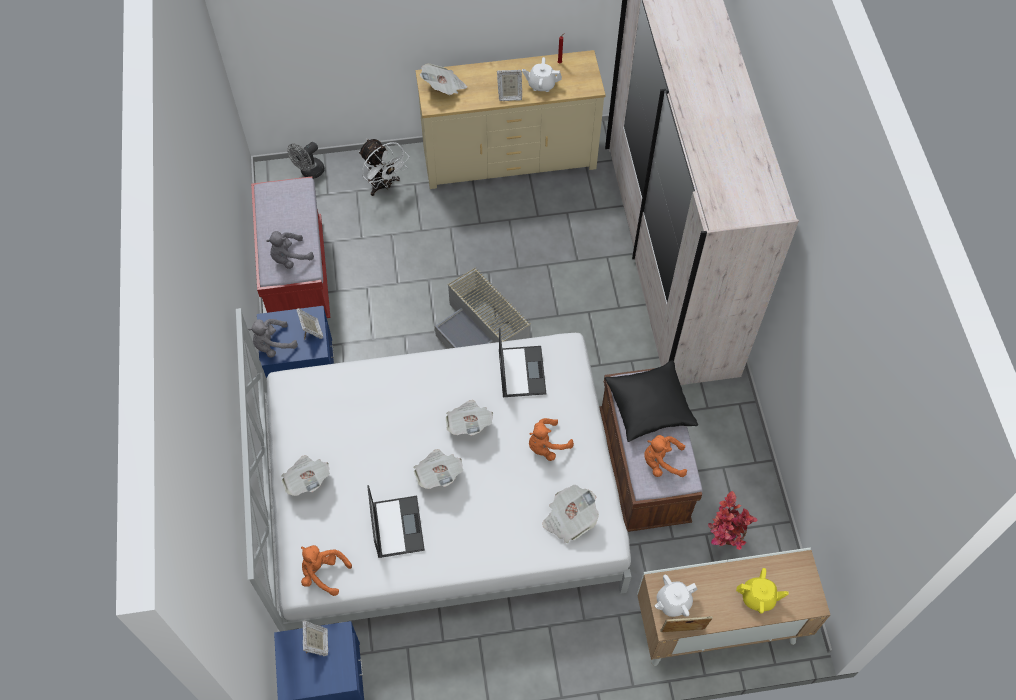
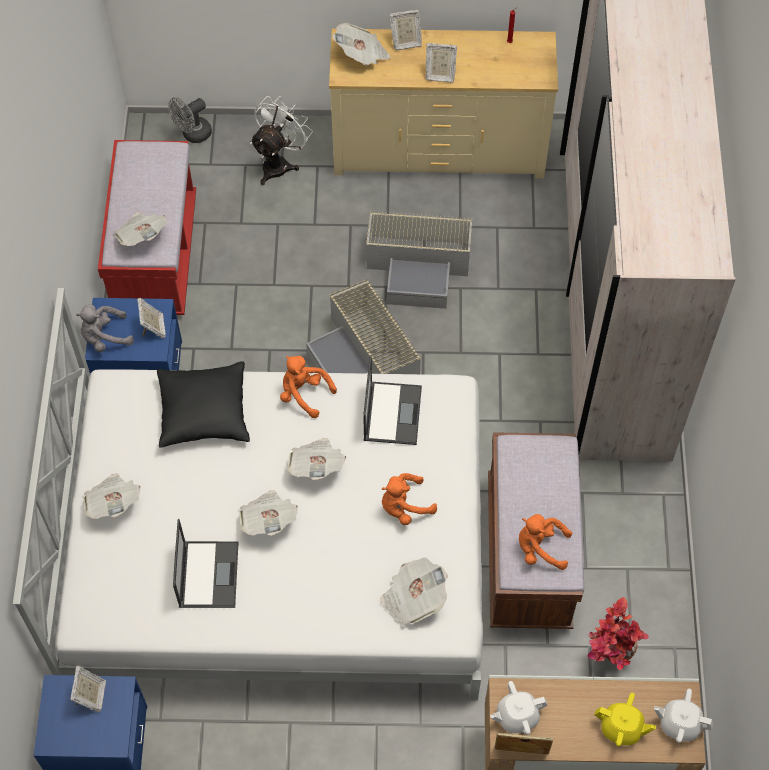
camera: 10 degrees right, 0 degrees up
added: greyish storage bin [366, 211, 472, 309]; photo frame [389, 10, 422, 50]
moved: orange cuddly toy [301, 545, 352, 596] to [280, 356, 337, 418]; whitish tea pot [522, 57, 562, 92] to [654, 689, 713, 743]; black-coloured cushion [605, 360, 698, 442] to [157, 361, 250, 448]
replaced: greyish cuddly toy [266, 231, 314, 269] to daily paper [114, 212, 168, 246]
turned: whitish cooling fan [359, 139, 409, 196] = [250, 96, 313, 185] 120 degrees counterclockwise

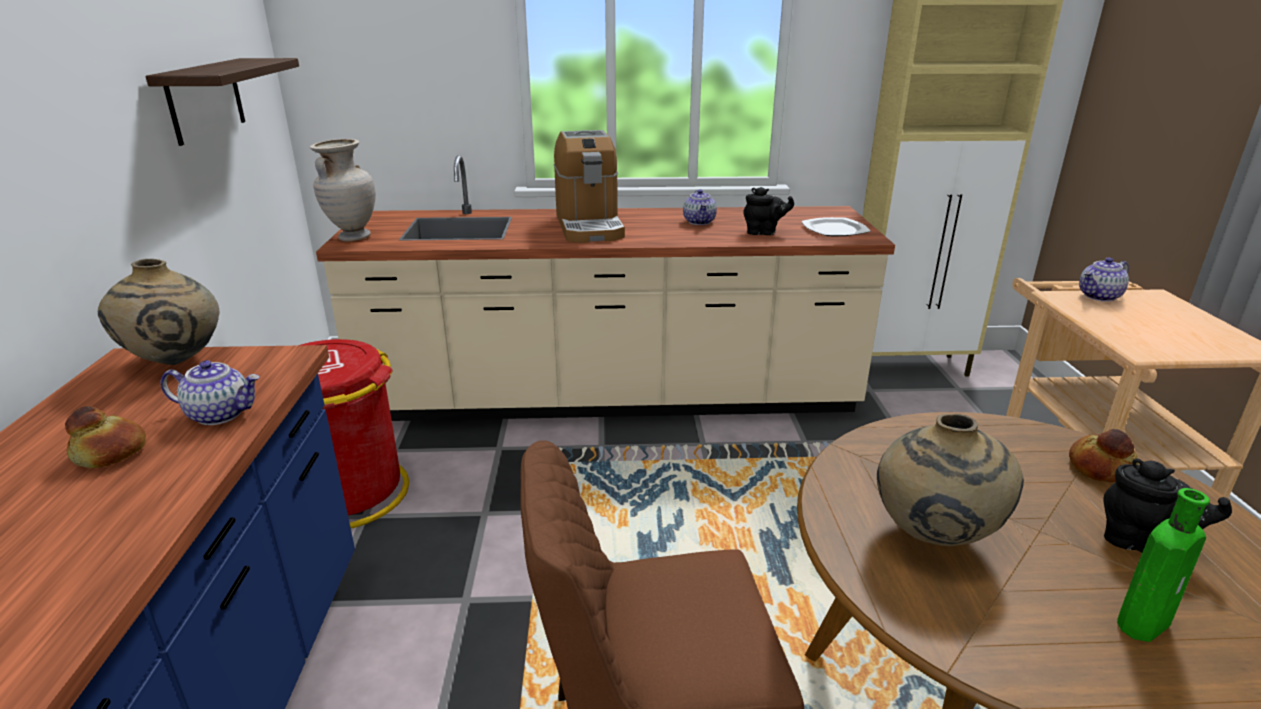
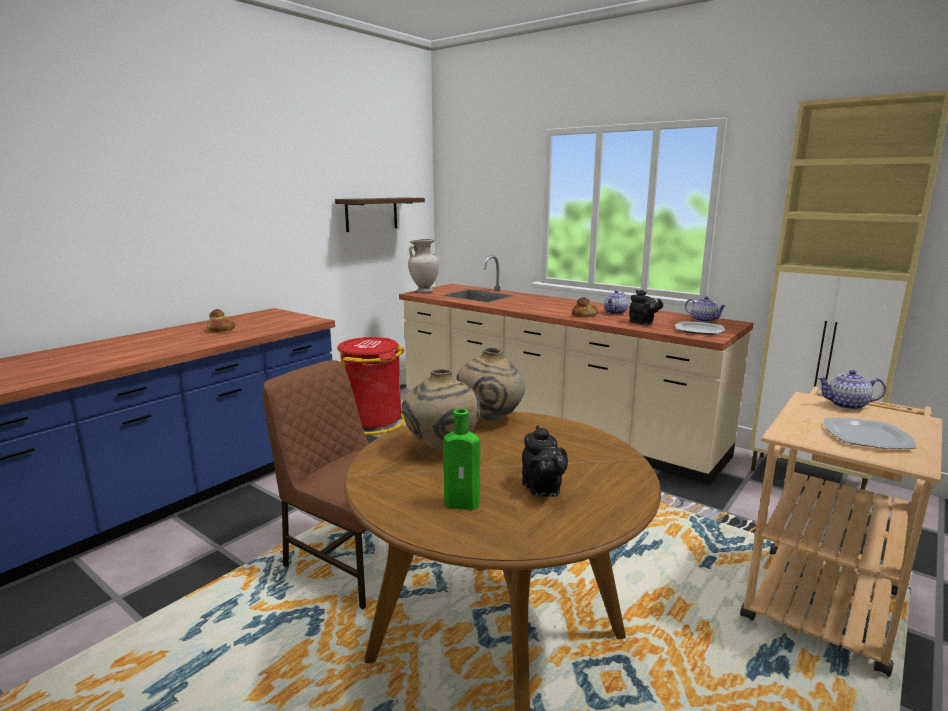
camera: 40 degrees right, 10 degrees down
removed: coffee brewer [554, 130, 625, 243]
added: flat dish [824, 418, 917, 449]
moved: sand-coloured decorative vase [98, 259, 219, 365] to [456, 347, 525, 421]; tea pot [161, 360, 260, 425] to [685, 296, 727, 322]; baked bread [1069, 429, 1139, 482] to [572, 297, 598, 317]

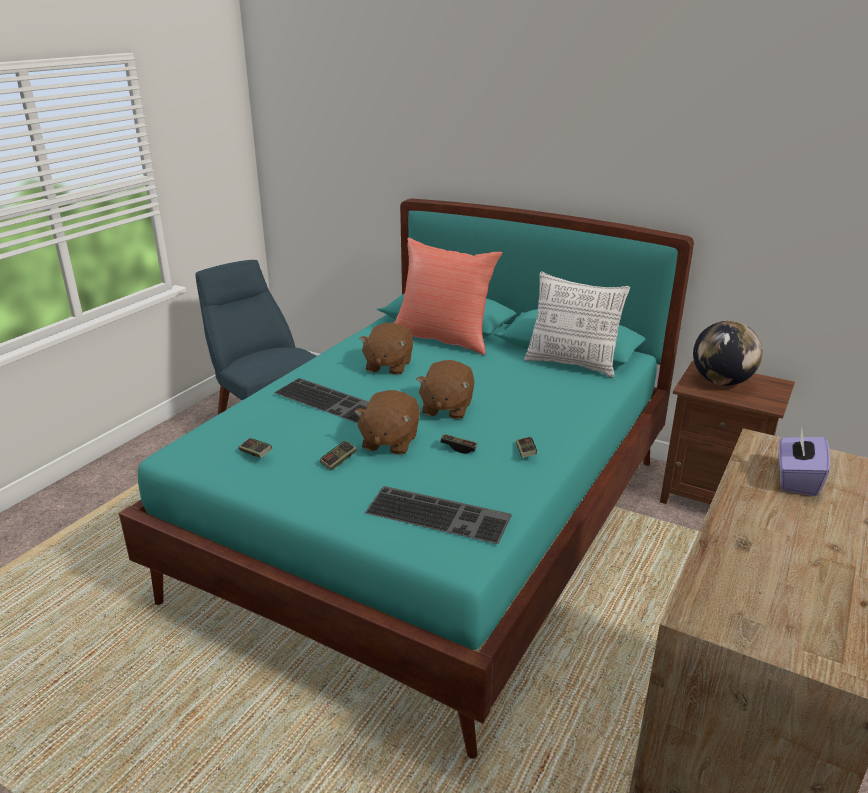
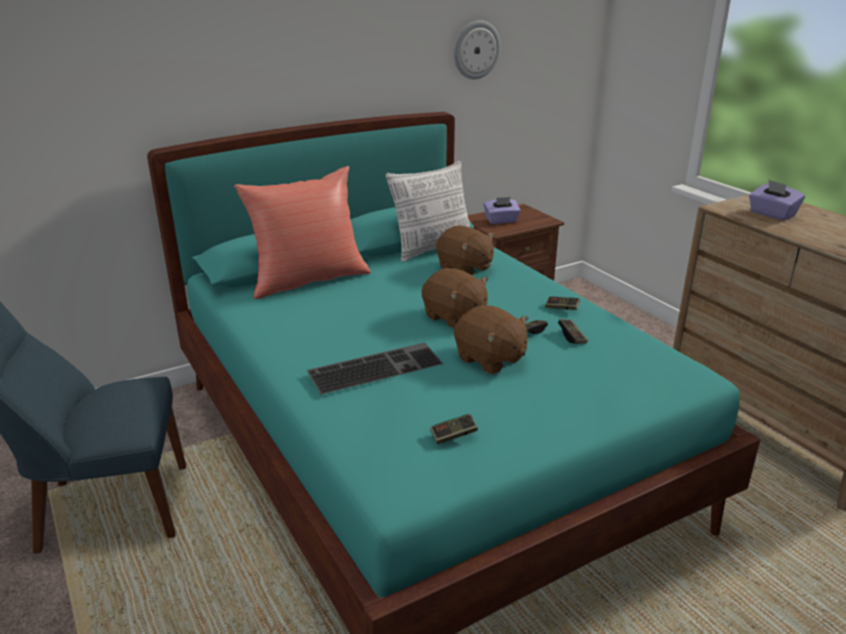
camera: 60 degrees left, 0 degrees up
removed: computer keyboard [365, 486, 512, 544]
added: clock on the wall [454, 20, 501, 79]
moved: joypad [320, 440, 357, 470] to [558, 319, 588, 344]; brownish cuddly toy [359, 322, 413, 375] to [436, 225, 494, 276]
replaced: world globe [693, 321, 762, 386] to purplish tissue holder [484, 197, 521, 224]

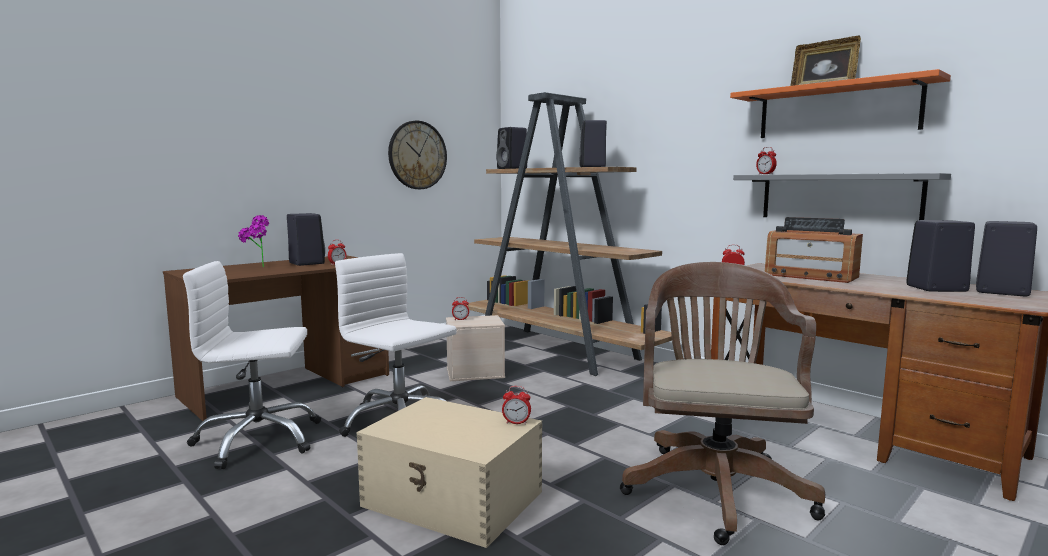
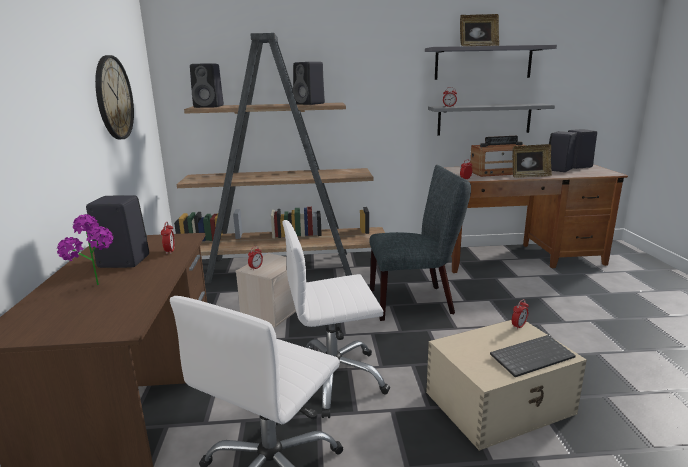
camera: 50 degrees left, 10 degrees up
removed: brownish office chair [620, 262, 825, 545]
added: greyish chair [369, 165, 471, 321]; computer keyboard [490, 335, 576, 377]; photo frame [512, 144, 552, 178]
recoloured: orange wall shelf [730, 69, 951, 138] to greyish wall shelf [425, 45, 557, 80]

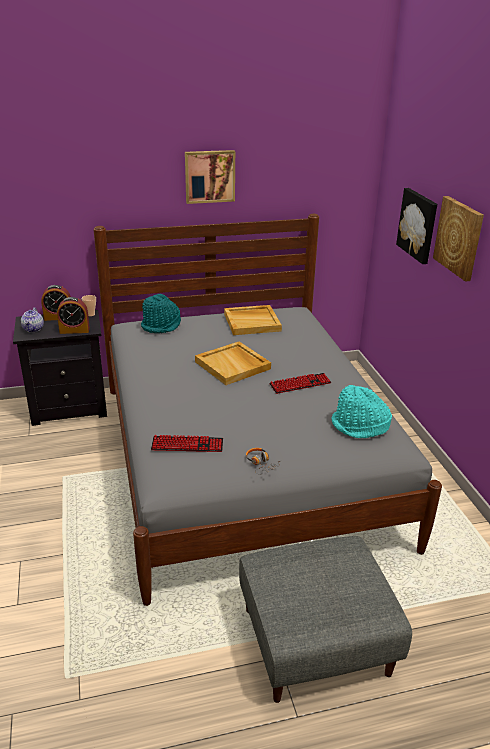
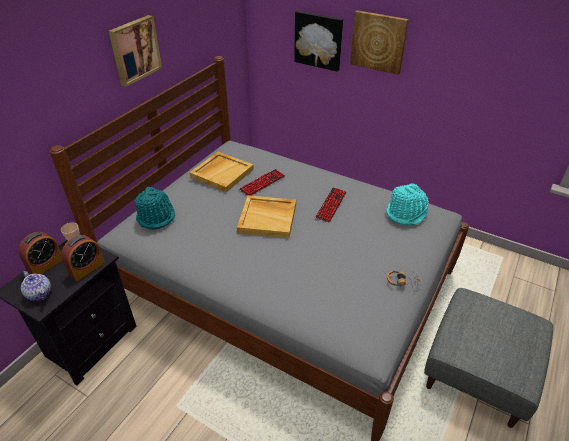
camera: 45 degrees left, 10 degrees up
moved: computer keyboard [151, 435, 223, 452] to [239, 169, 285, 196]

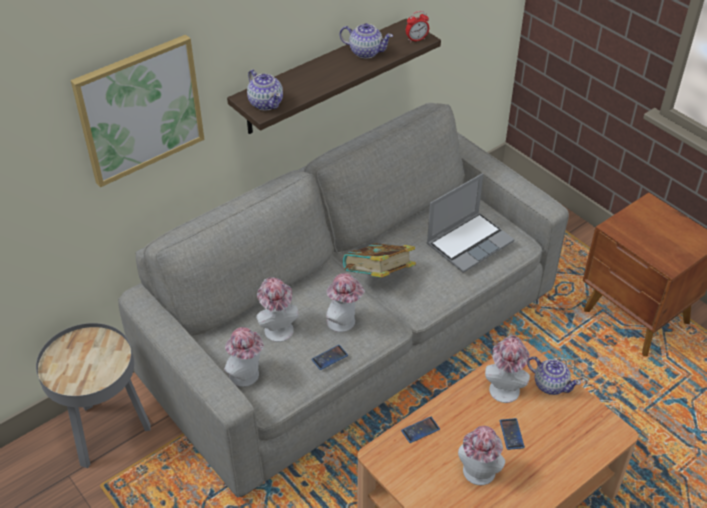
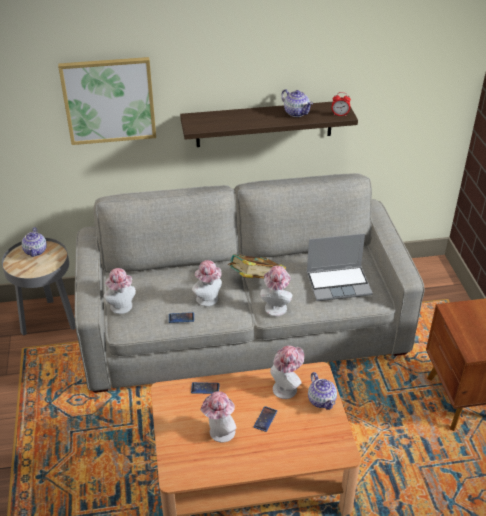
camera: 30 degrees right, 5 degrees down
moved: tea pot [247, 70, 283, 111] to [22, 227, 47, 257]; hat [256, 277, 299, 342] to [260, 266, 292, 316]

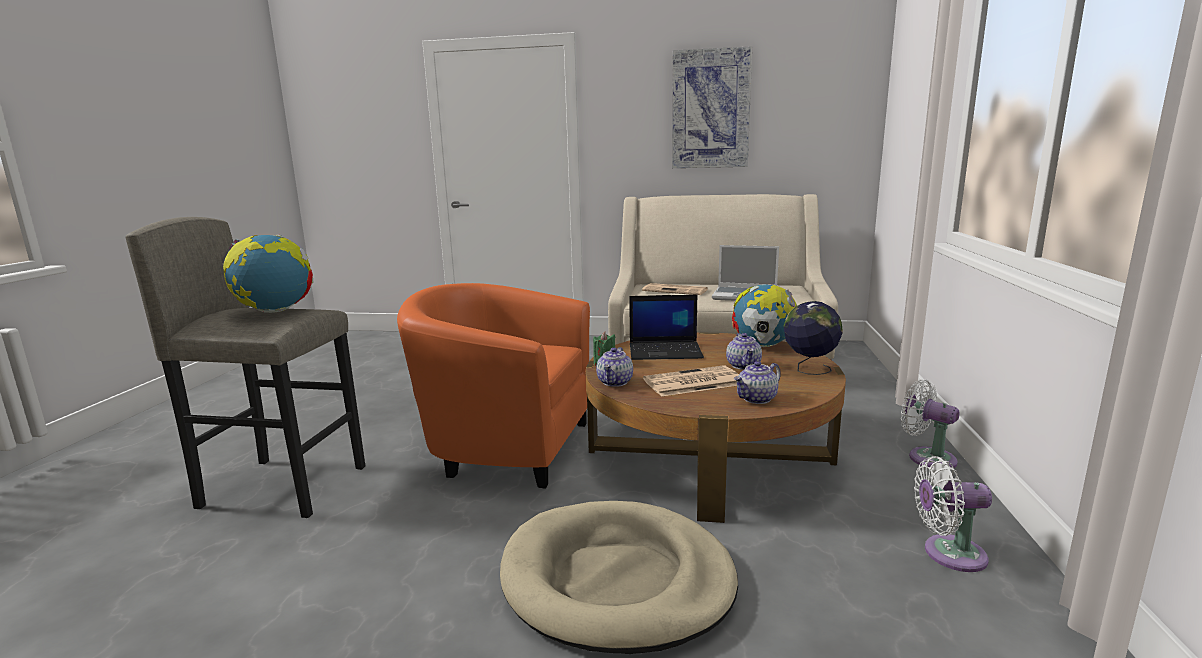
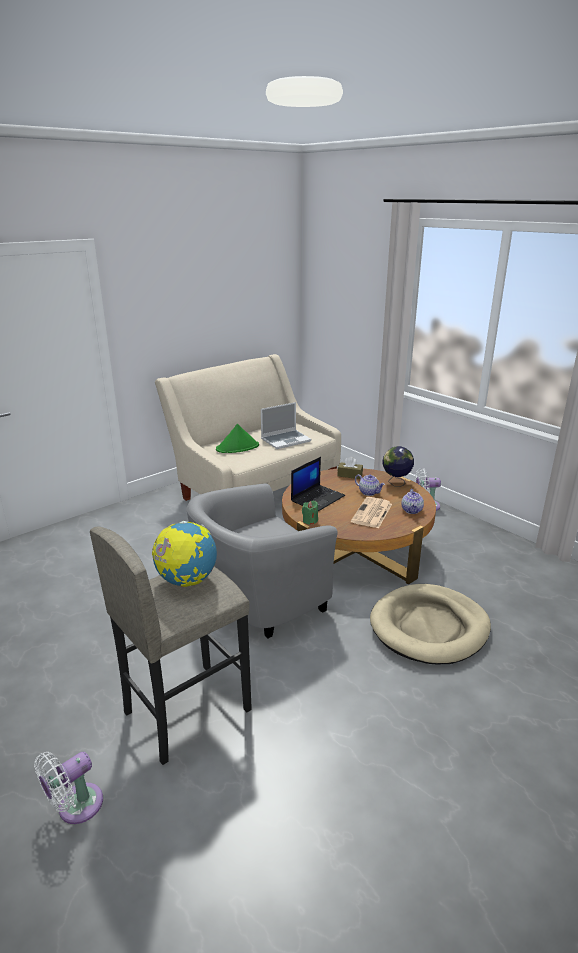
camera: 50 degrees left, 10 degrees up
removed: tea pot [596, 347, 633, 387]; wall art [672, 46, 752, 168]
moved: whitish cooling fan [914, 456, 992, 572] to [34, 752, 103, 824]
replaced: daily paper [642, 283, 708, 295] to green-coloured hat [216, 424, 259, 453]; world globe [732, 284, 798, 347] to brownish tissue holder [337, 457, 363, 479]
recoloured: orange lounge chair [397, 283, 590, 489] to greyish lounge chair [187, 484, 338, 638]

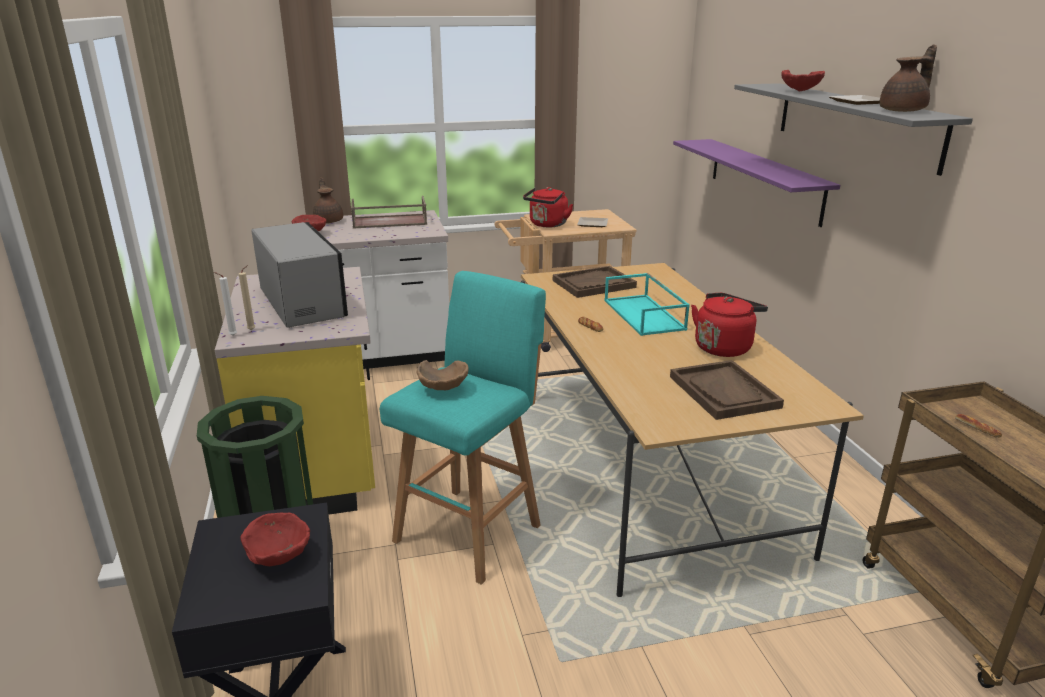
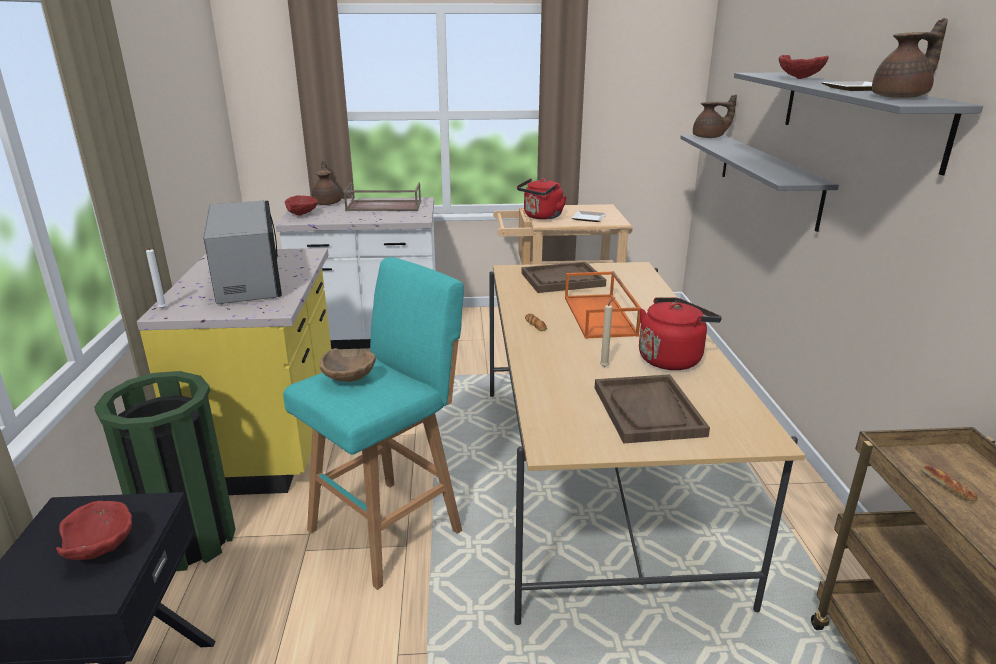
camera: 10 degrees right, 0 degrees up
added: brownish tea pot [693, 94, 737, 138]
moved: sand-coloured wax light [239, 265, 255, 330] to [600, 298, 615, 367]
recoloured: blue-green tray [605, 273, 690, 336] to orange tray [565, 271, 642, 339]; purplish wall shelf [673, 139, 840, 227] to greyish wall shelf [680, 135, 839, 232]

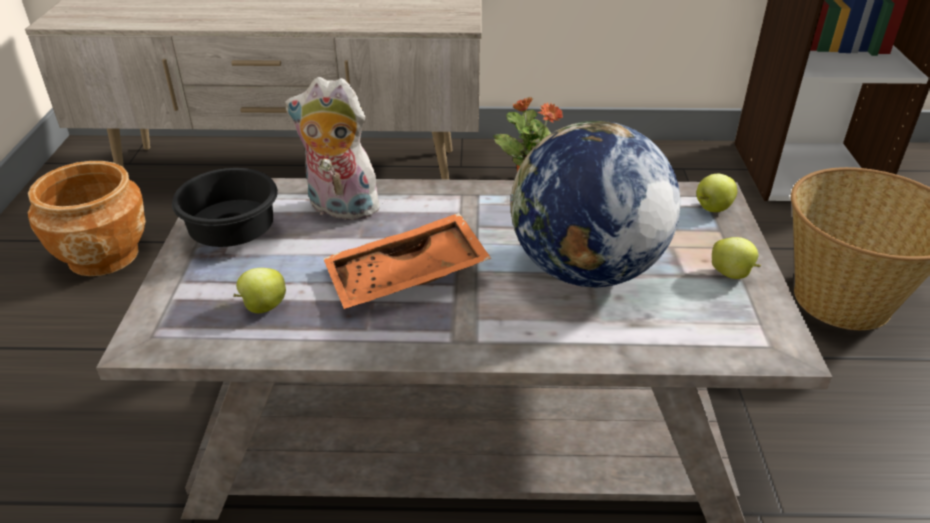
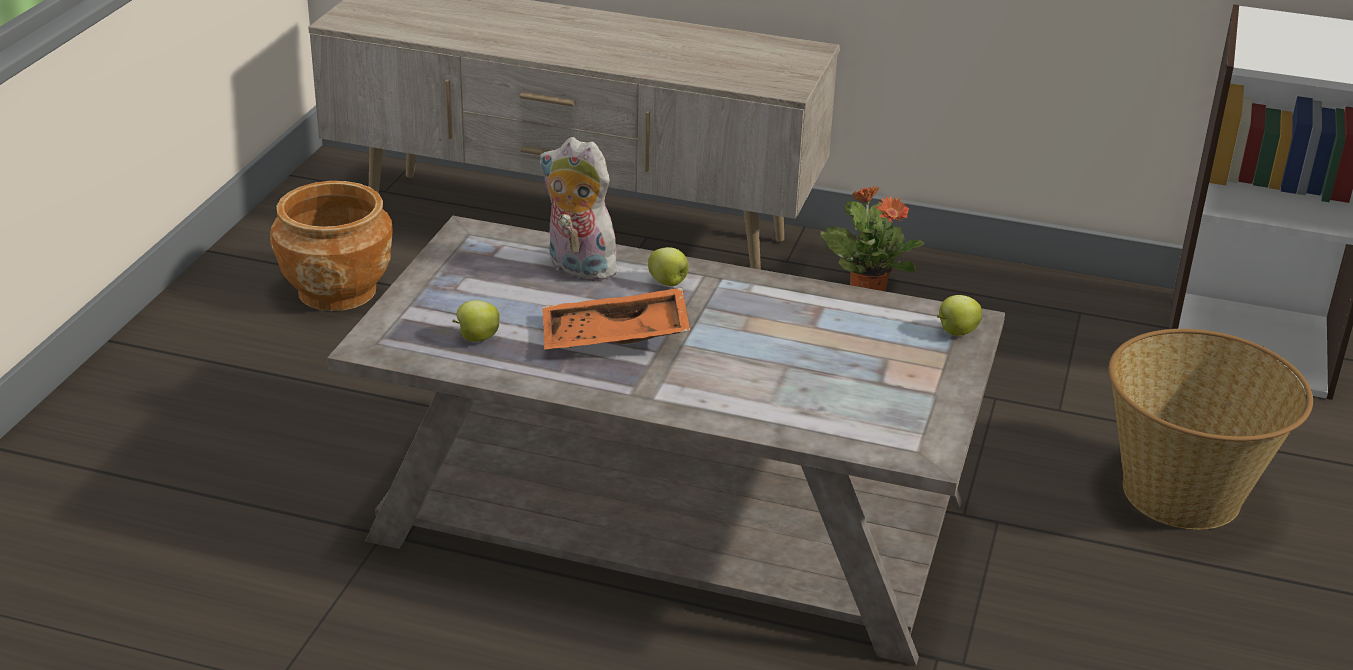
camera: 15 degrees right, 5 degrees down
removed: black-coloured serving bowl [172, 168, 278, 247]; world globe [510, 121, 681, 288]
moved: whole apple [712, 237, 761, 279] to [648, 247, 689, 286]

